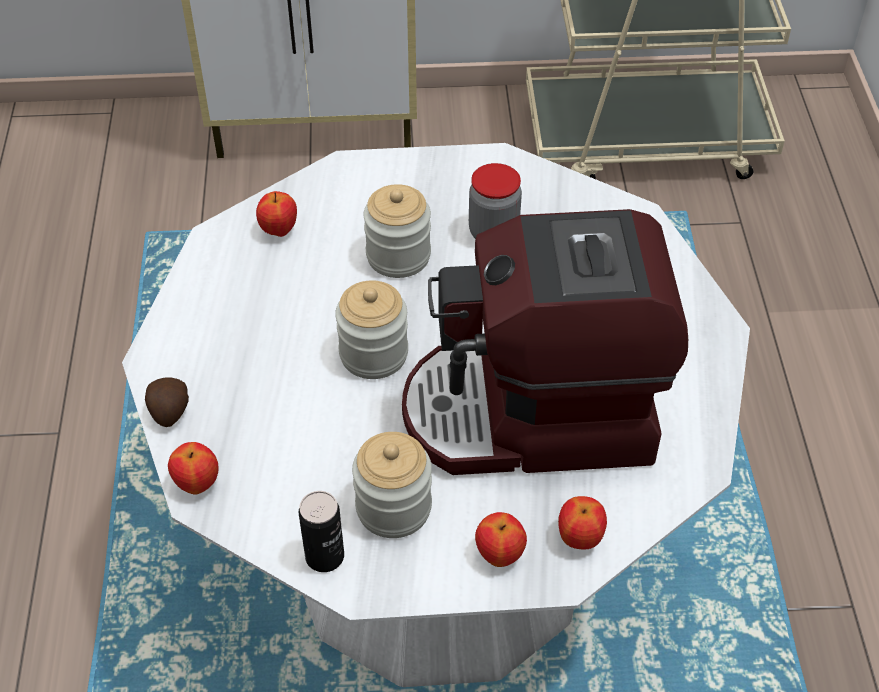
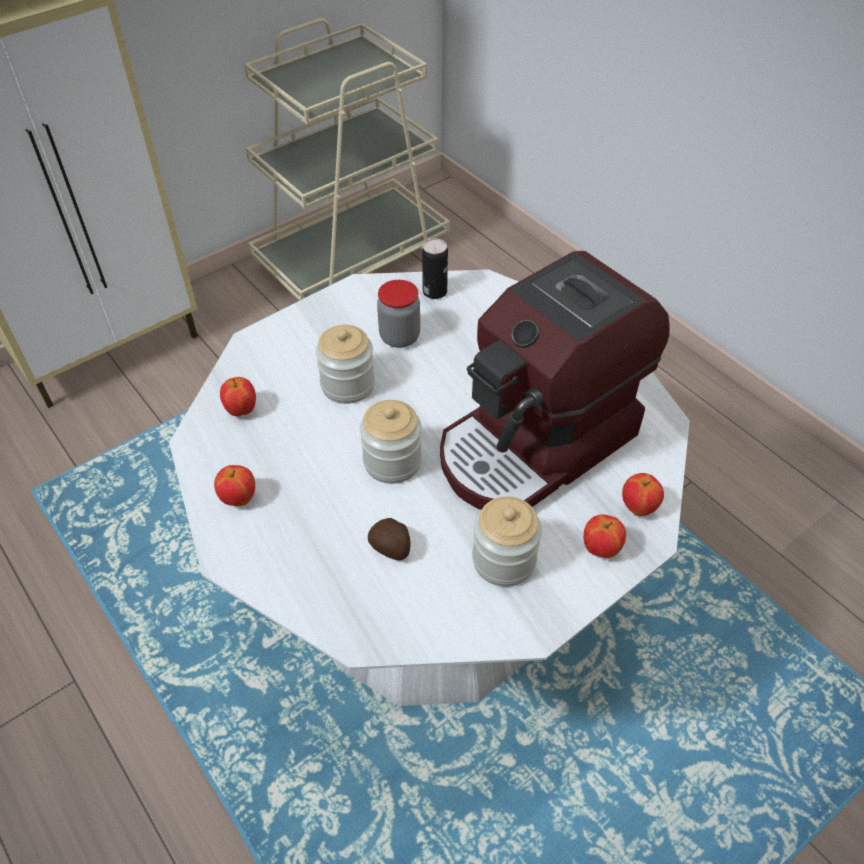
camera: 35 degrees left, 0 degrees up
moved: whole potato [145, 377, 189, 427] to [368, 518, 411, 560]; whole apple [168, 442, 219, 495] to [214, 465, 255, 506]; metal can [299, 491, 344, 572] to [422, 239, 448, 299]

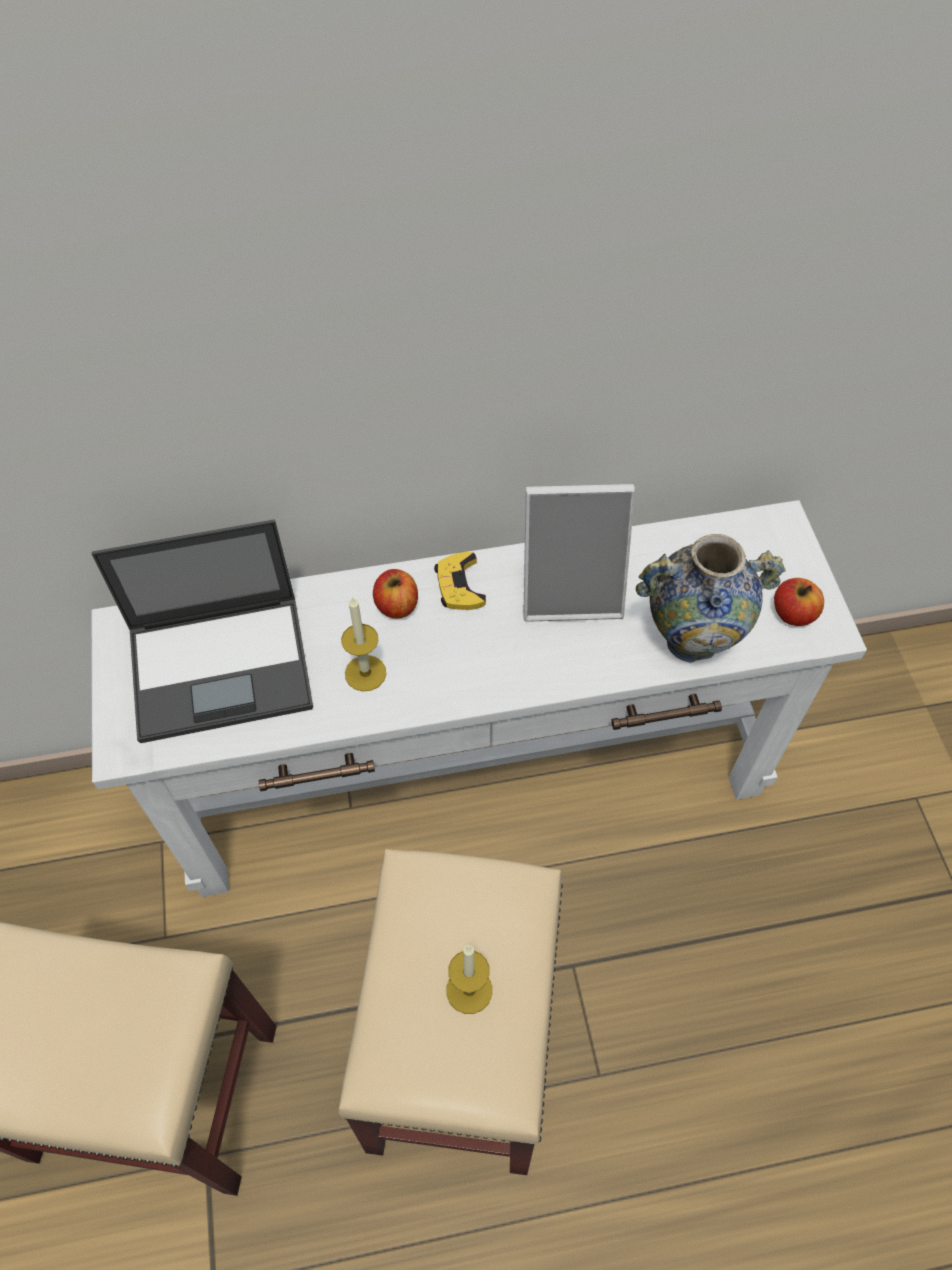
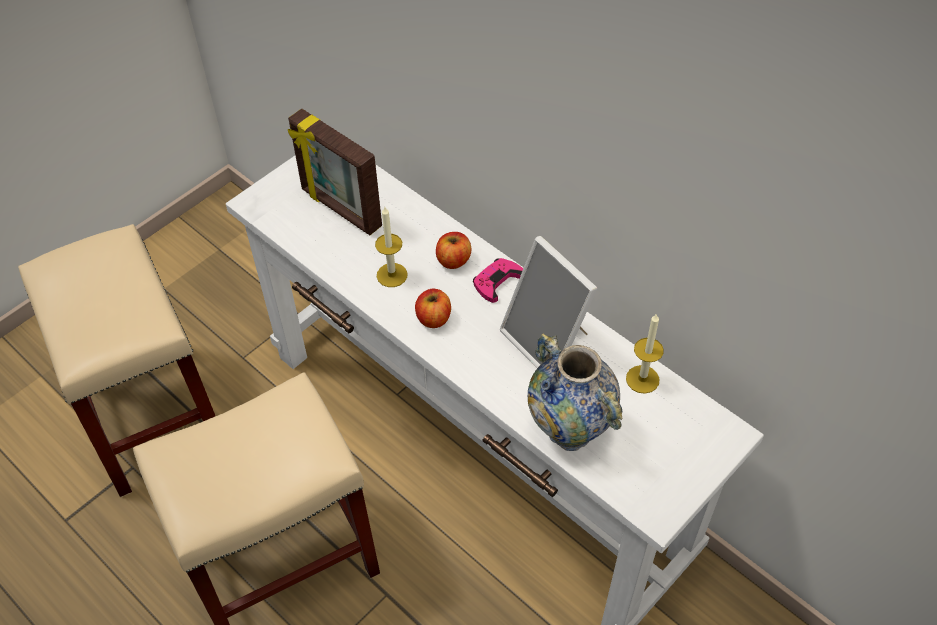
camera: 55 degrees right, 5 degrees down
moved: wax light [446, 945, 492, 1014] to [626, 313, 664, 394]; whole apple [774, 578, 824, 626] to [415, 289, 451, 328]
replaced: portable computer [91, 520, 313, 743] to photo frame [288, 109, 382, 235]
recoloured: yellow-coloured joypad [434, 552, 486, 610] to pinkish joypad [473, 258, 523, 303]

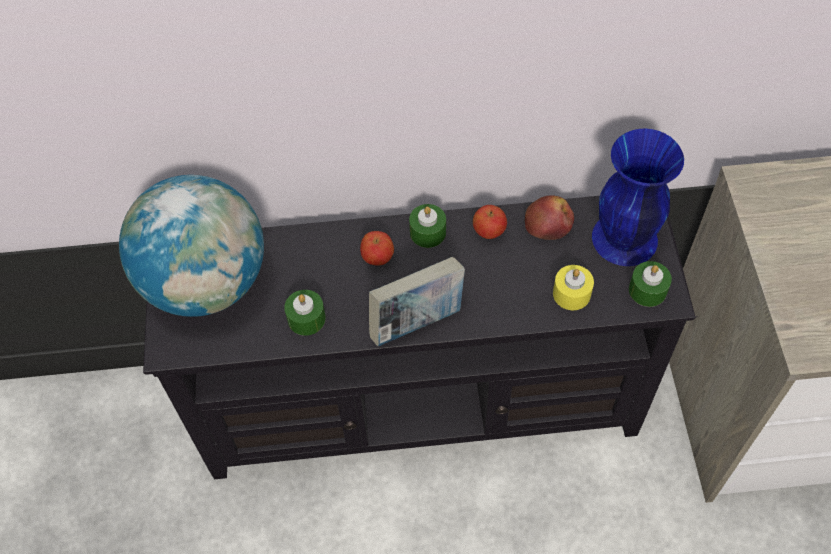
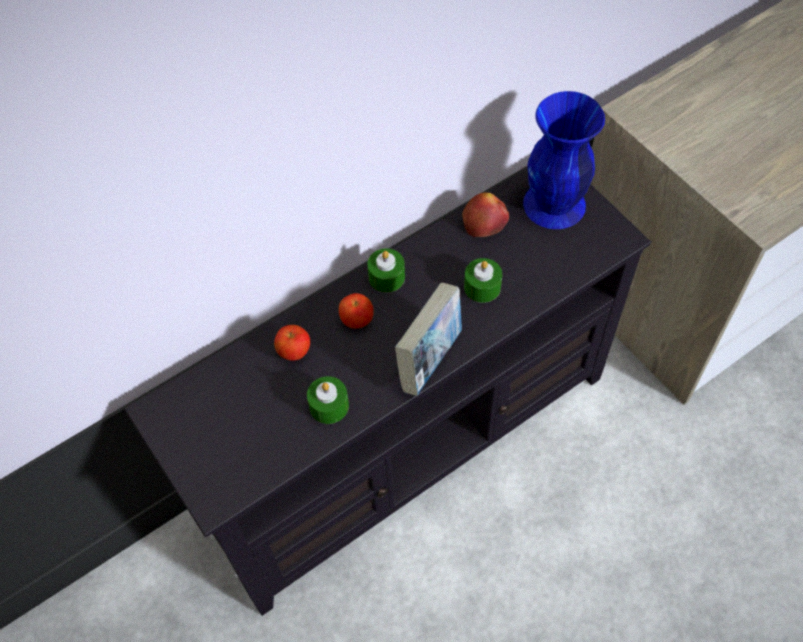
camera: 30 degrees left, 0 degrees up
removed: world globe [119, 175, 264, 317]; yellow-coloured wax light [553, 265, 594, 310]
moved: whole apple [473, 205, 507, 239] to [274, 325, 310, 361]; green-coloured wax light [629, 261, 672, 307] to [464, 258, 502, 303]

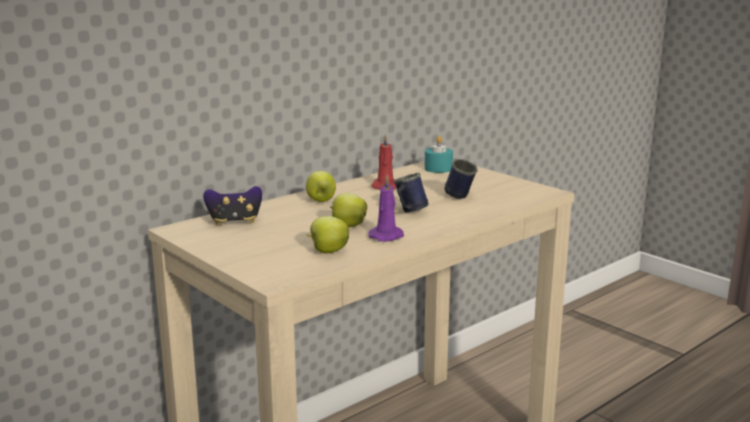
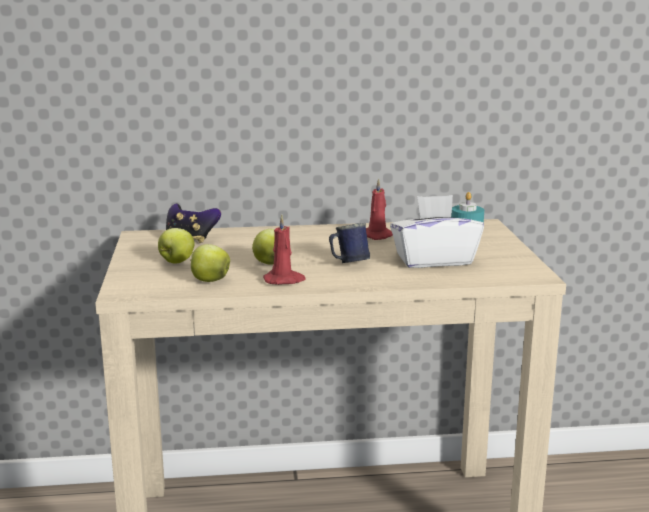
camera: 35 degrees right, 0 degrees up
moved: whole apple [306, 171, 336, 202] to [158, 228, 195, 264]
replaced: blue-coloured coffee mug [444, 159, 478, 199] to whitish tissue holder [390, 195, 484, 268]
recoloured: purplish wax light [368, 175, 404, 242] to reddish wax light [263, 215, 306, 285]

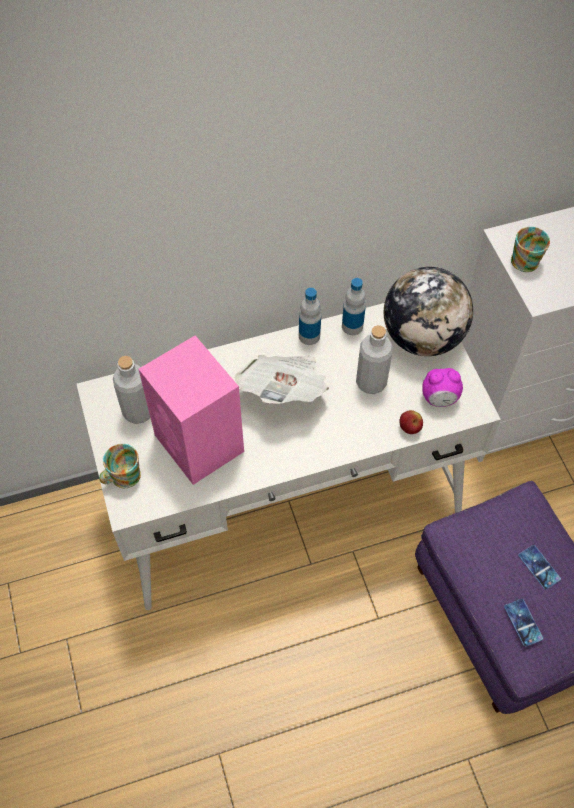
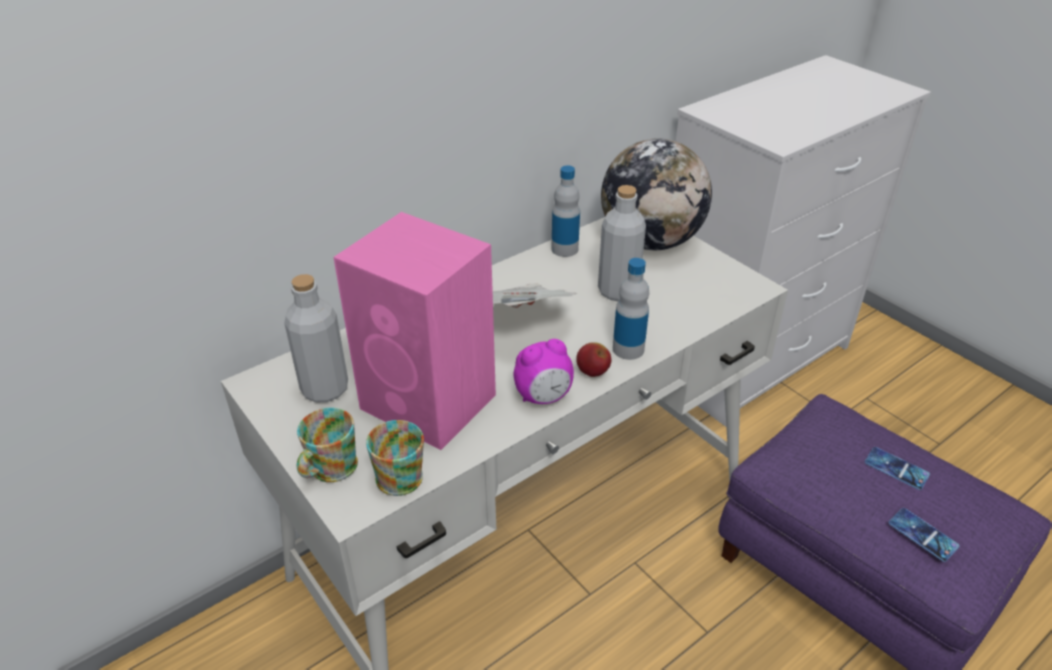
camera: 20 degrees left, 20 degrees down
moved: beverage bottle [299, 288, 321, 345] to [613, 258, 649, 360]; whole apple [400, 410, 423, 434] to [576, 342, 611, 377]; table clock [422, 368, 463, 407] to [514, 339, 574, 404]; coffee mug [511, 227, 550, 272] to [366, 420, 424, 496]

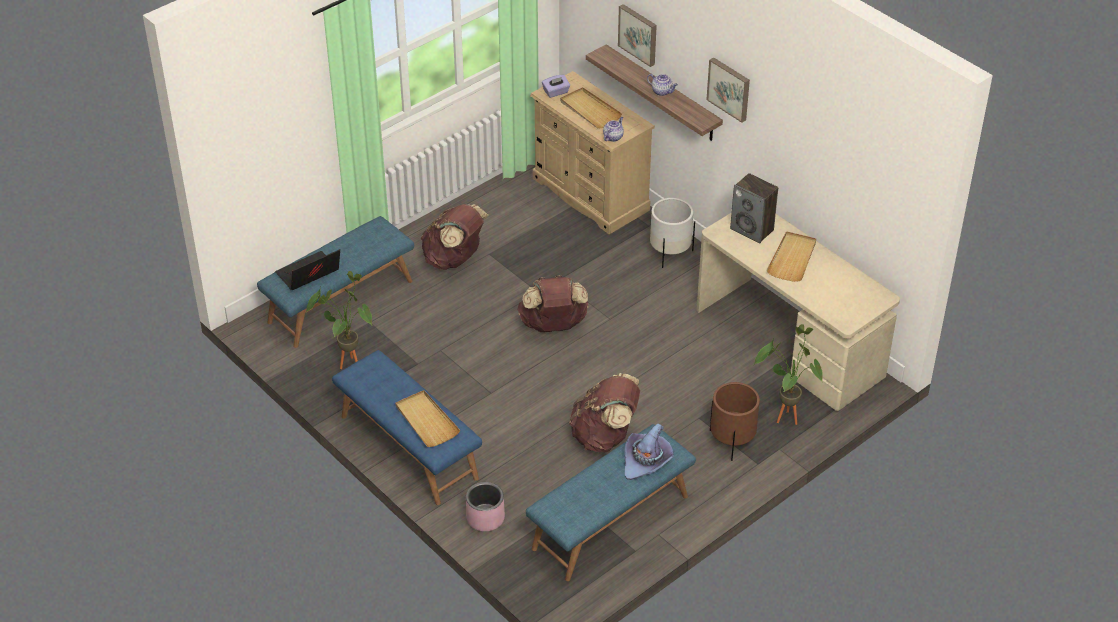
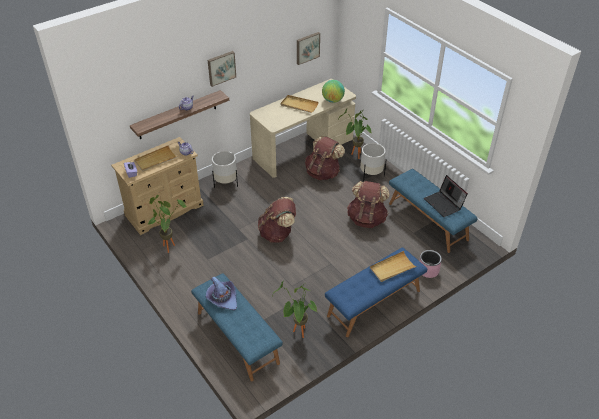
camera: 85 degrees left, 0 degrees up
removed: audio speaker [730, 173, 778, 244]
added: plant in a pot [147, 195, 186, 253]; world globe [322, 80, 345, 103]
moved: portable computer [275, 249, 340, 290] to [424, 175, 468, 217]; brownish rucksack [421, 204, 489, 270] to [305, 136, 345, 180]; wall art [618, 4, 657, 67] to [297, 32, 320, 65]; purplish hat [624, 423, 674, 480] to [206, 276, 237, 310]
recoloured: brownish flower pot [710, 382, 760, 461] to whitish flower pot [360, 143, 387, 181]

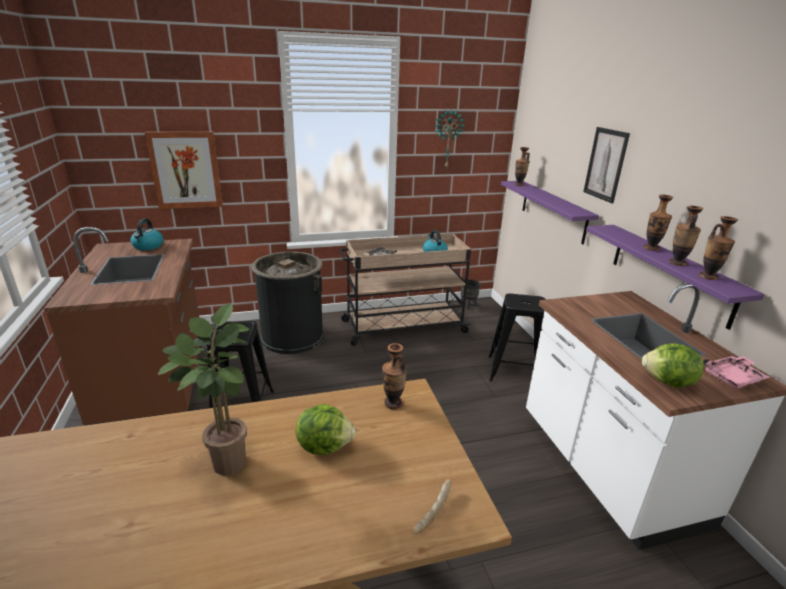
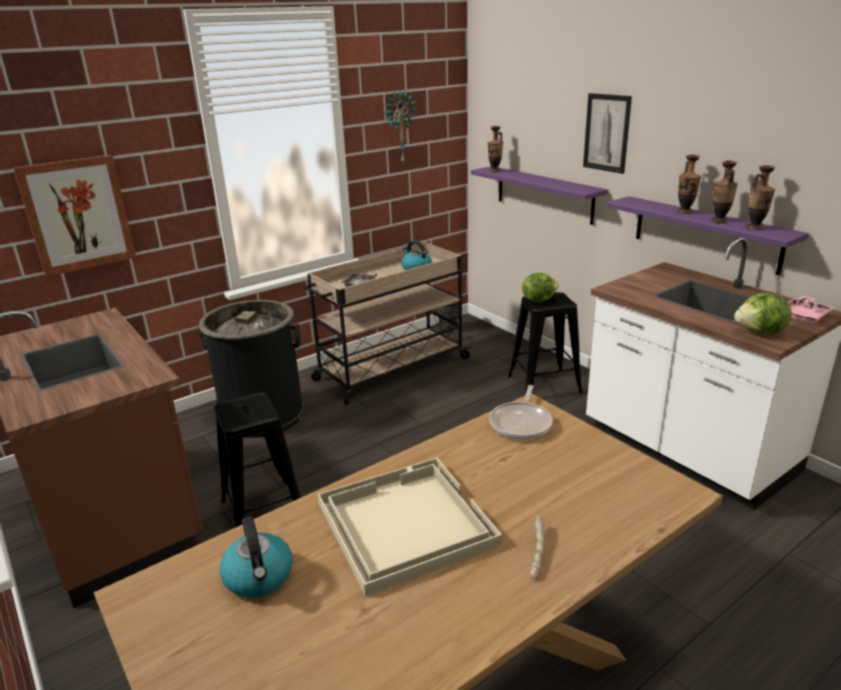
camera: 20 degrees left, 0 degrees up
moved: kettle [130, 218, 163, 250] to [220, 516, 293, 598]; head of lettuce [296, 404, 356, 455] to [522, 273, 559, 302]; baked bread [413, 479, 451, 534] to [530, 515, 545, 579]
replaced: plant in a pot [158, 303, 249, 476] to sand-coloured tray [318, 458, 502, 597]; decorative vase [382, 343, 407, 409] to skillet [489, 385, 553, 440]

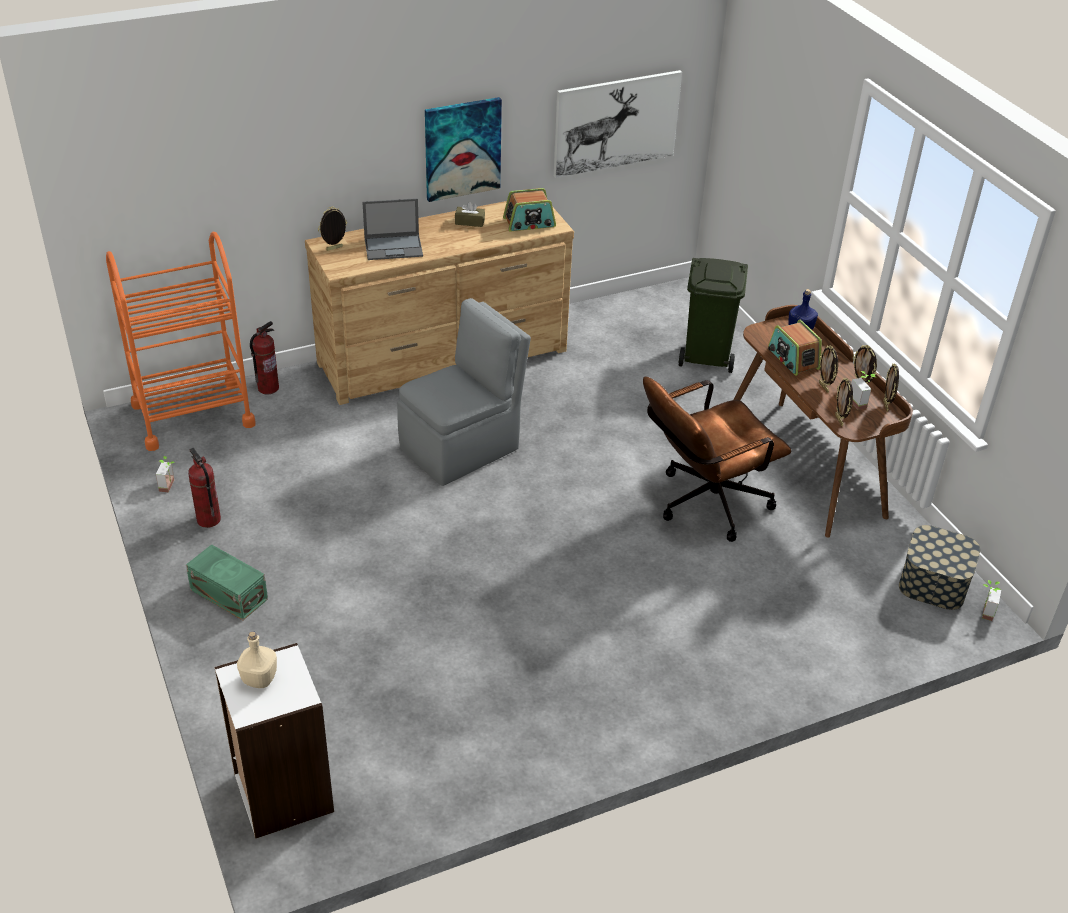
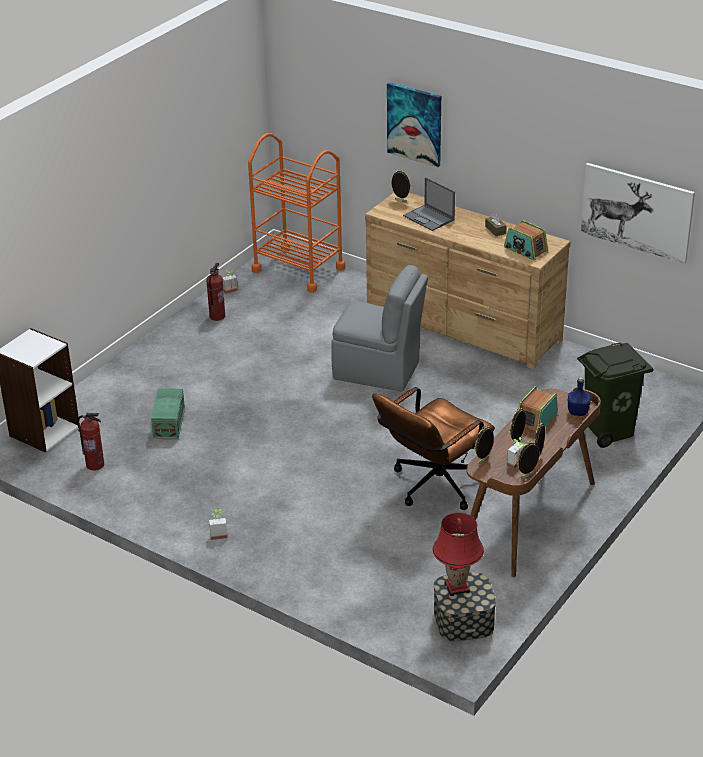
camera: 60 degrees right, 5 degrees down
removed: sand-coloured beverage bottle [237, 631, 277, 688]
added: reddish tabletop lamp [433, 513, 484, 596]
moved: green-coloured storage bin [186, 544, 268, 620] to [151, 389, 185, 439]; fire-fighting cylinder [250, 321, 279, 394] to [77, 413, 104, 471]; wall art [425, 97, 502, 202] to [387, 82, 441, 167]; plant in a pot [982, 580, 1001, 621] to [209, 509, 227, 540]
turned: brownish office chair [643, 377, 791, 542] = [372, 387, 495, 510] 75 degrees counterclockwise

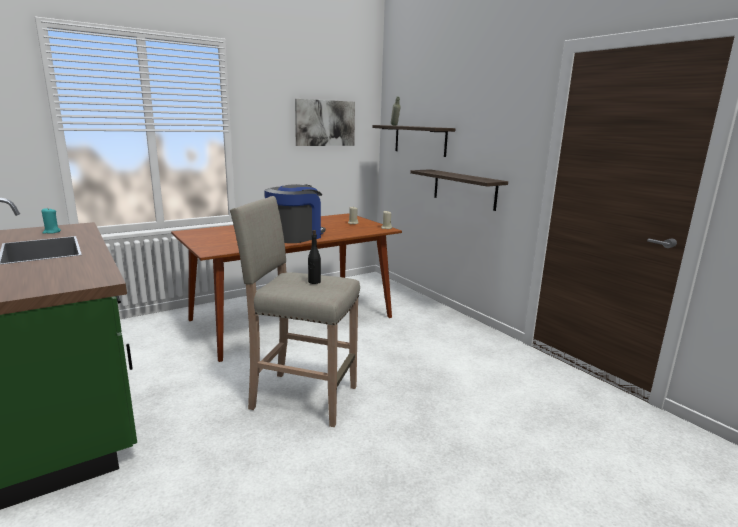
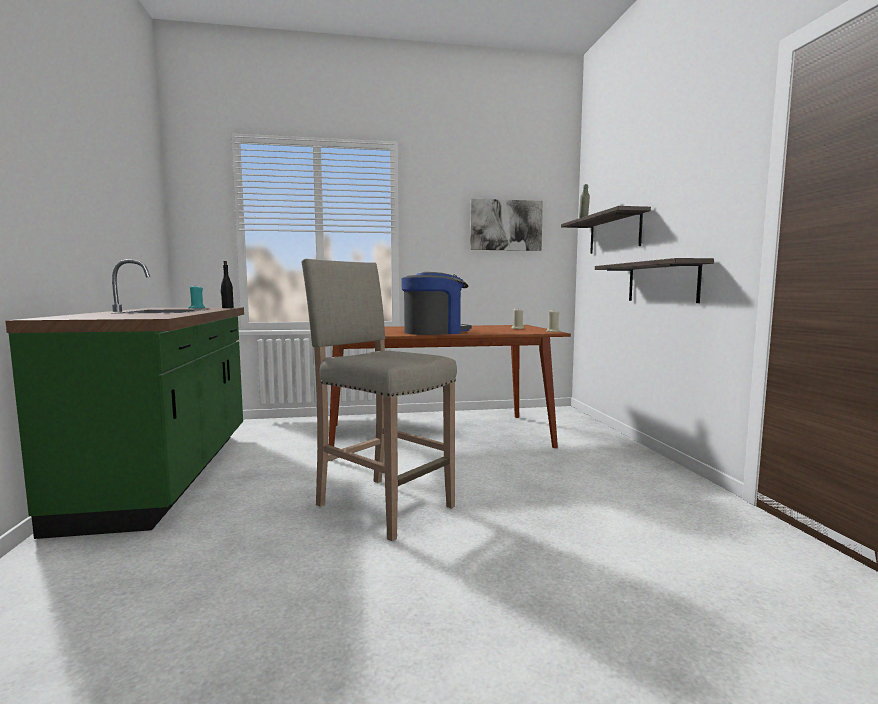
camera: 25 degrees right, 10 degrees down
moved: black-coloured beverage bottle [308, 230, 321, 284] to [221, 261, 234, 308]

